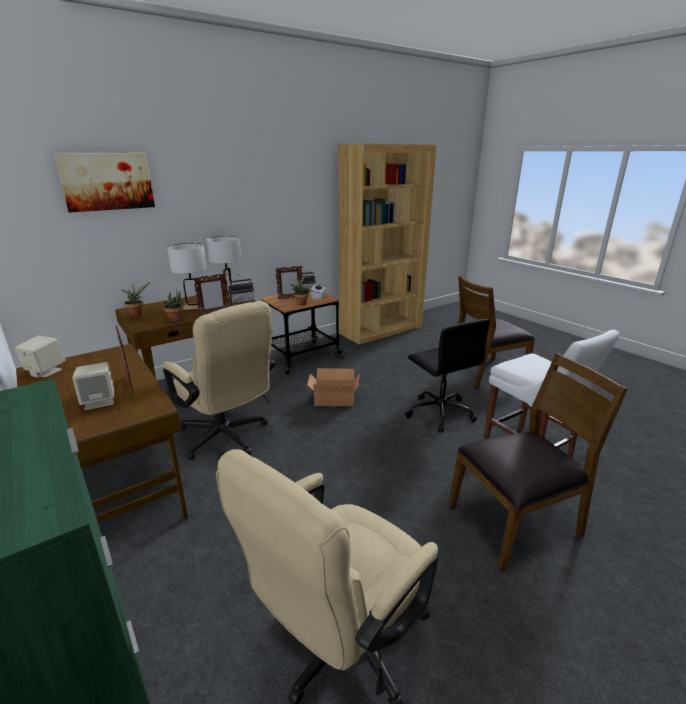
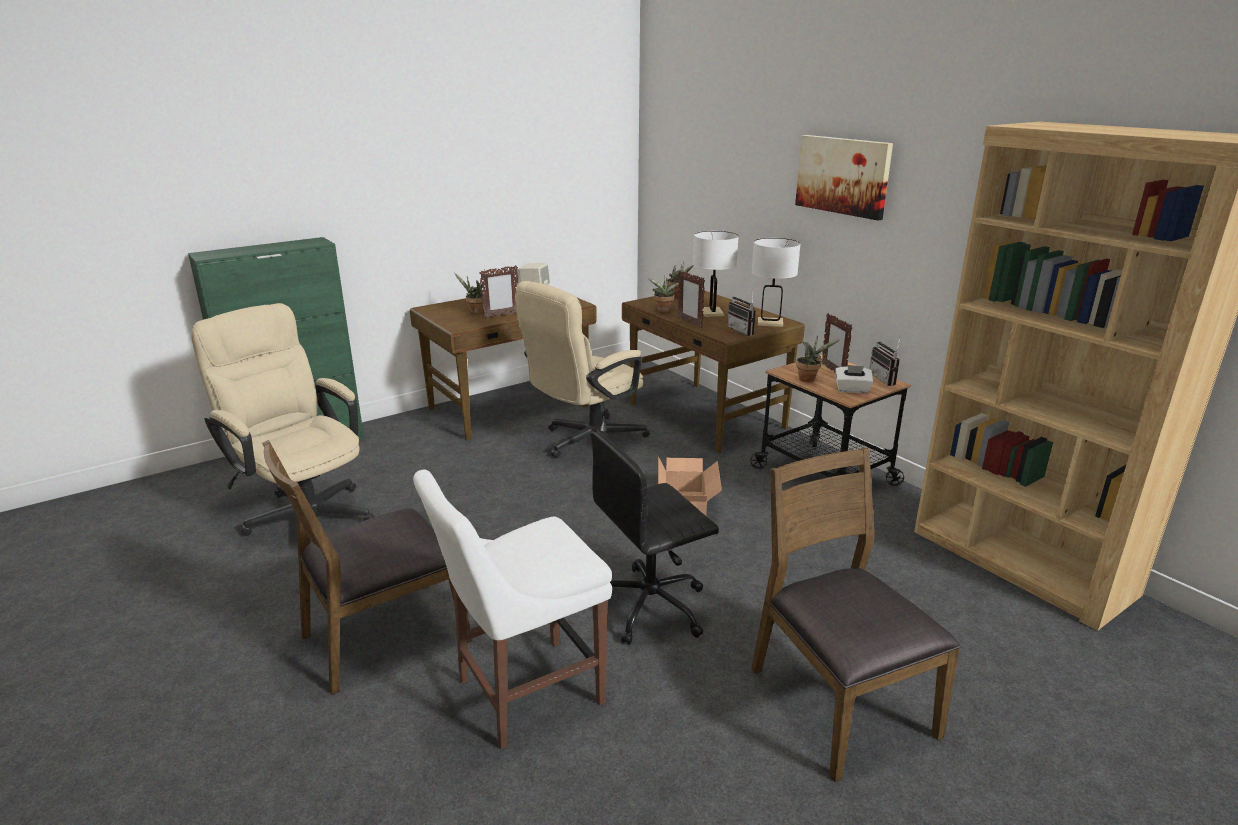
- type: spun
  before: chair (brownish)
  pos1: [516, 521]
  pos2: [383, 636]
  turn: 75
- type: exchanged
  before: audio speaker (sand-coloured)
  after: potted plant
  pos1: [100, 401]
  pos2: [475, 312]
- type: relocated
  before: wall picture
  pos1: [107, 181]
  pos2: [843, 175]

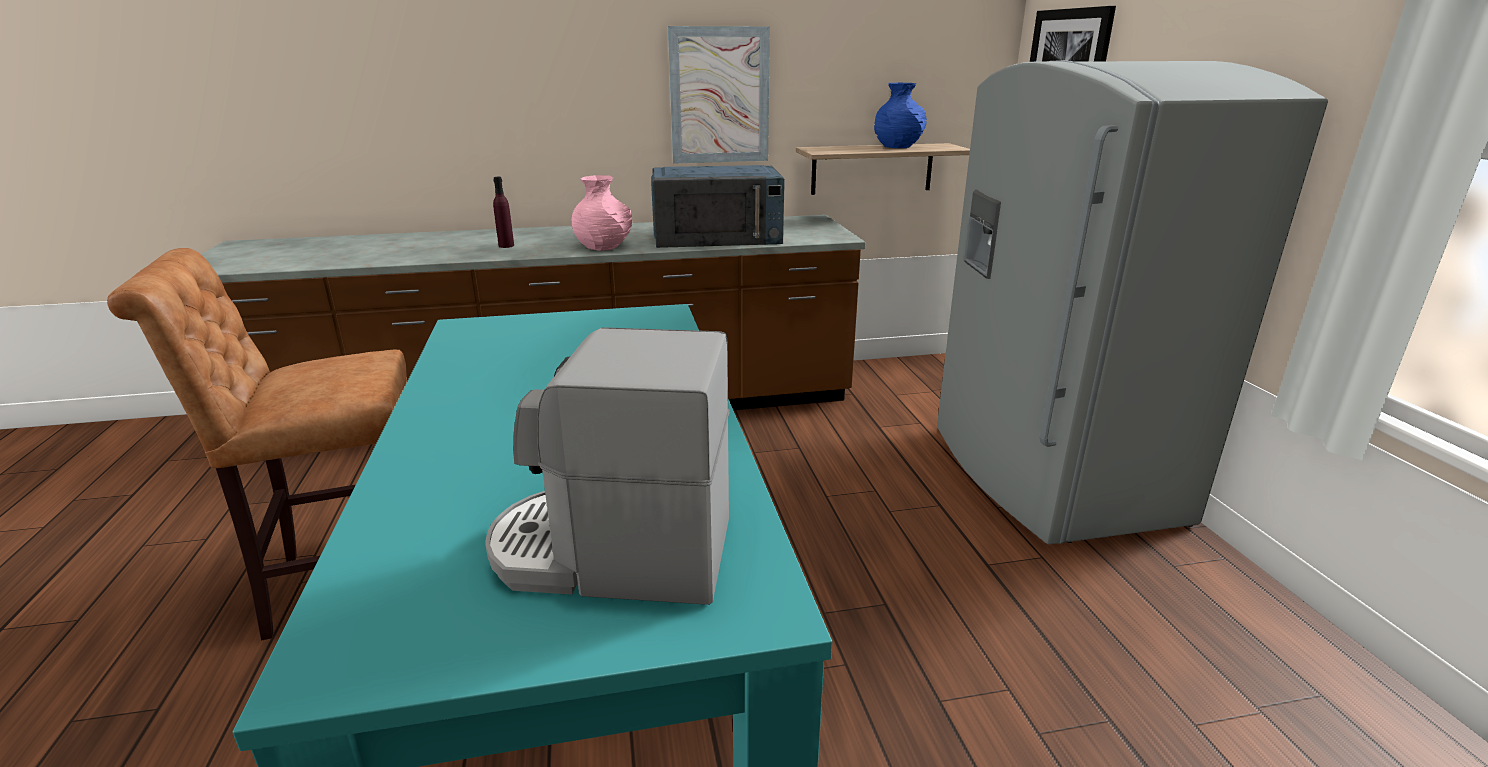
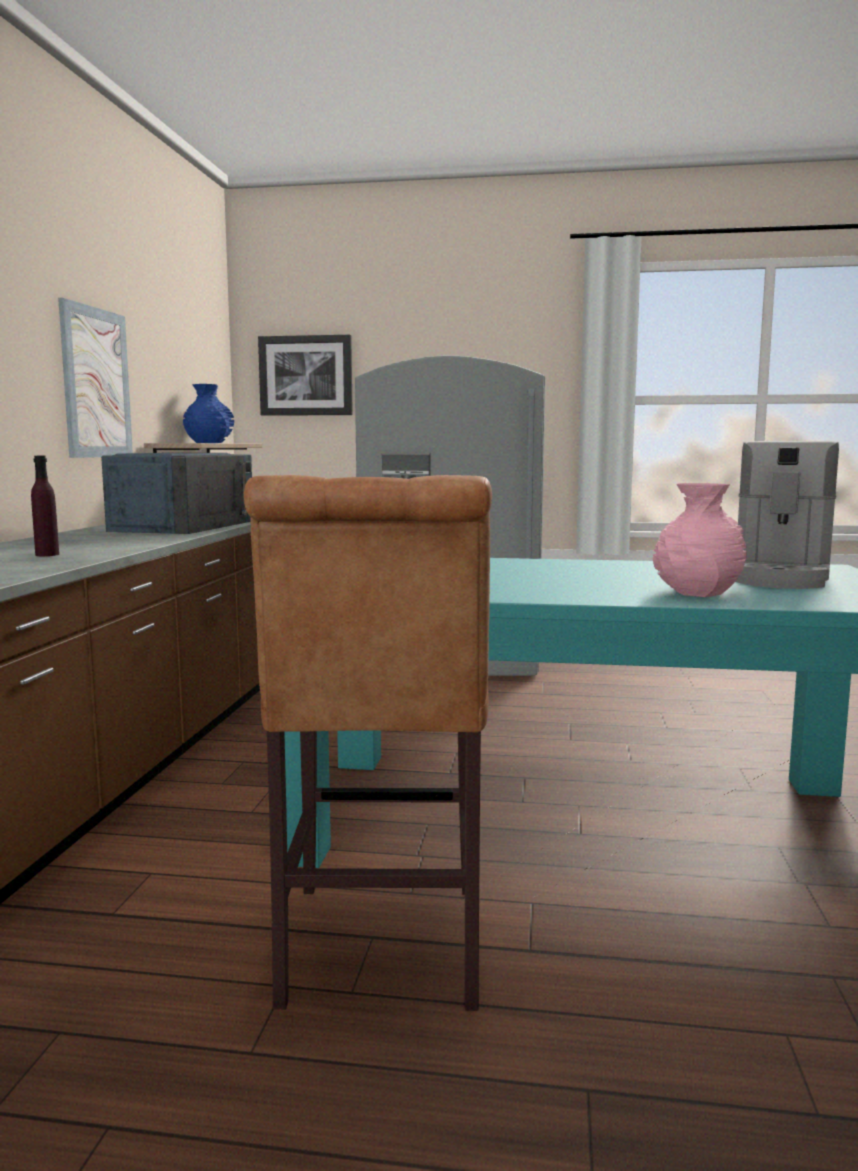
- type: relocated
  before: decorative vase (pinkish)
  pos1: [605, 247]
  pos2: [696, 592]

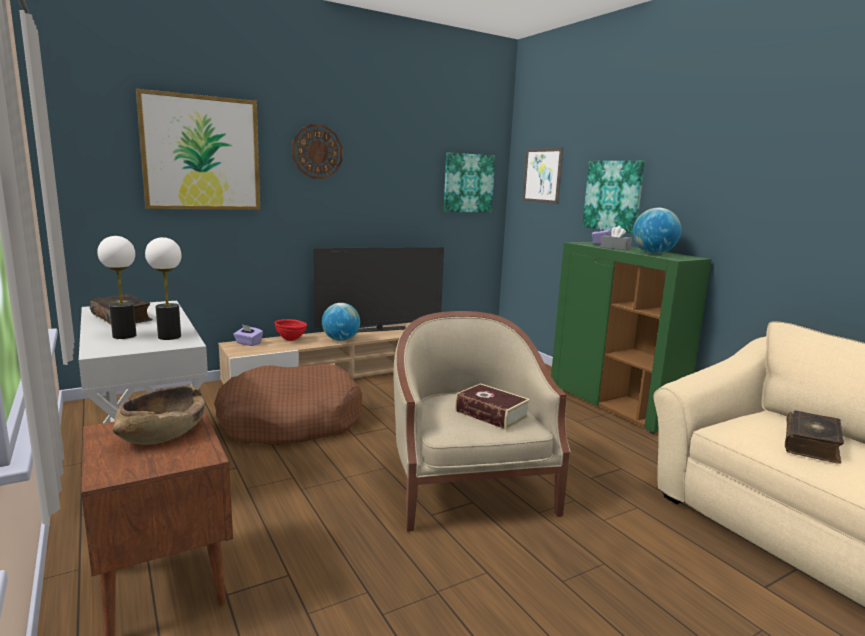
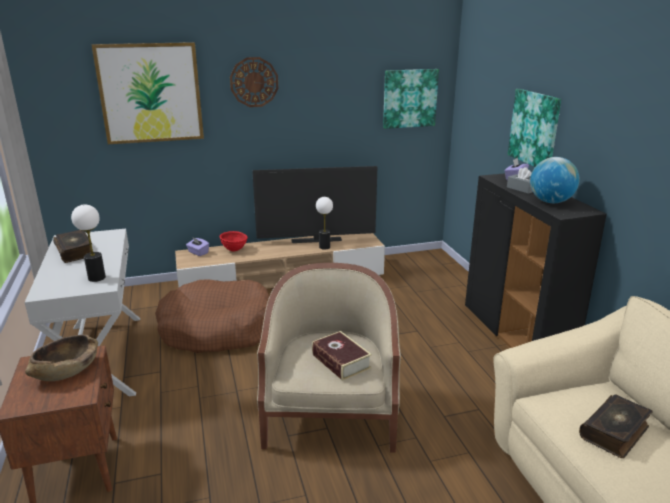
- type: relocated
  before: table lamp
  pos1: [124, 336]
  pos2: [324, 247]
- type: colour
  before: storage cabinet (green)
  after: storage cabinet (black-coloured)
  pos1: [614, 405]
  pos2: [516, 335]
- type: missing
  before: world globe
  pos1: [340, 340]
- type: missing
  before: wall picture
  pos1: [542, 175]

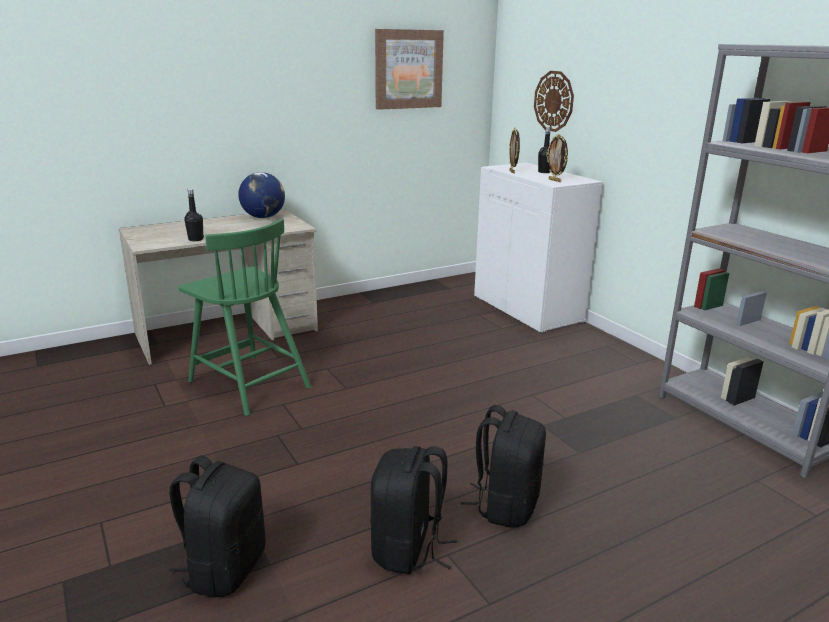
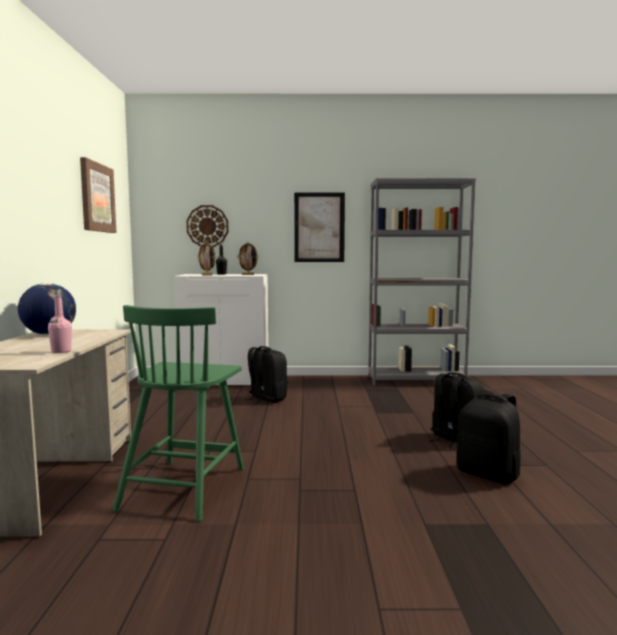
- type: colour
  before: beverage bottle (black-coloured)
  after: beverage bottle (pinkish)
  pos1: [195, 239]
  pos2: [61, 351]
- type: spun
  before: chair (green)
  pos1: [248, 383]
  pos2: [184, 487]
  turn: 120
- type: relocated
  before: backpack (black-coloured)
  pos1: [224, 568]
  pos2: [266, 399]
- type: appeared
  after: wall picture
  pos2: [319, 227]

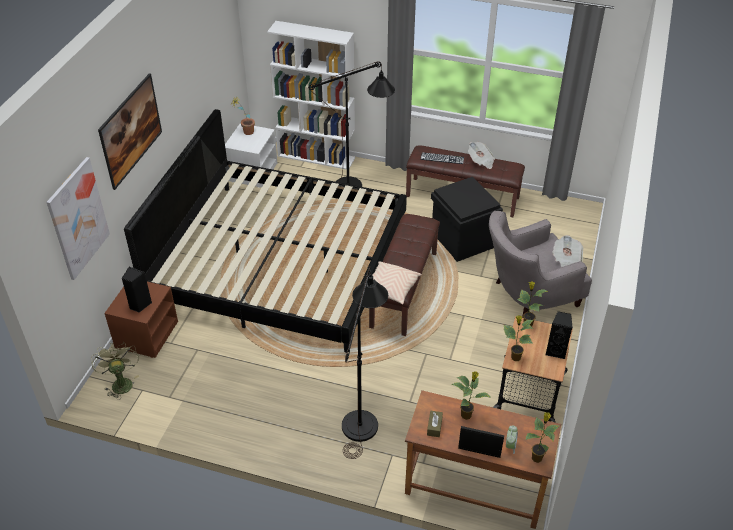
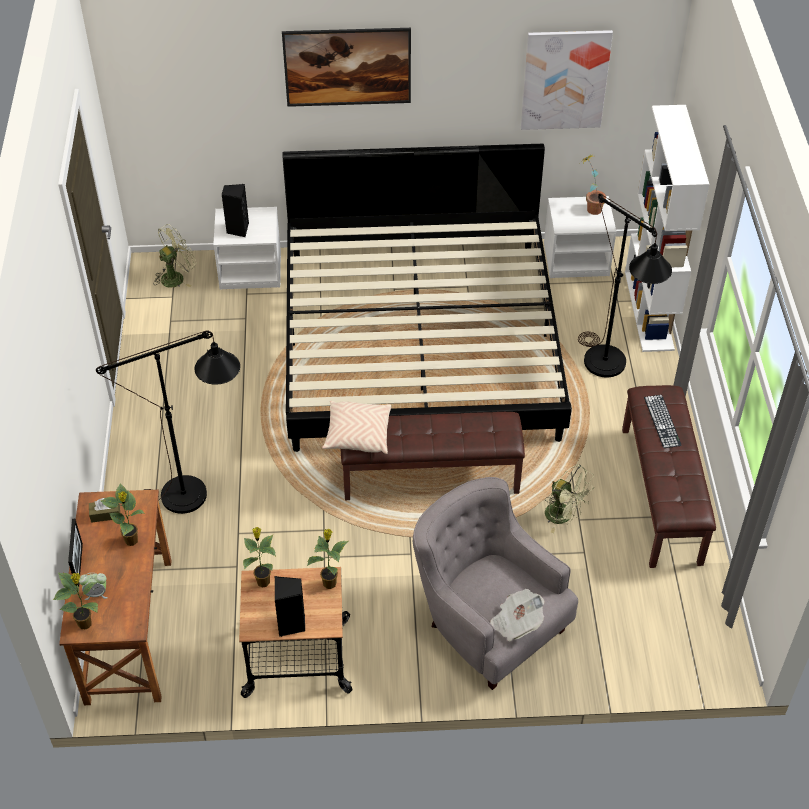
- type: colour
  before: bedside table (brownish)
  after: bedside table (white-coloured)
  pos1: [146, 334]
  pos2: [251, 270]
- type: relocated
  before: wall picture
  pos1: [78, 218]
  pos2: [565, 79]
- type: exchanged
  before: storage bin (black-coloured)
  after: electric fan (green)
  pos1: [462, 239]
  pos2: [564, 516]
- type: missing
  before: newspaper
  pos1: [481, 161]

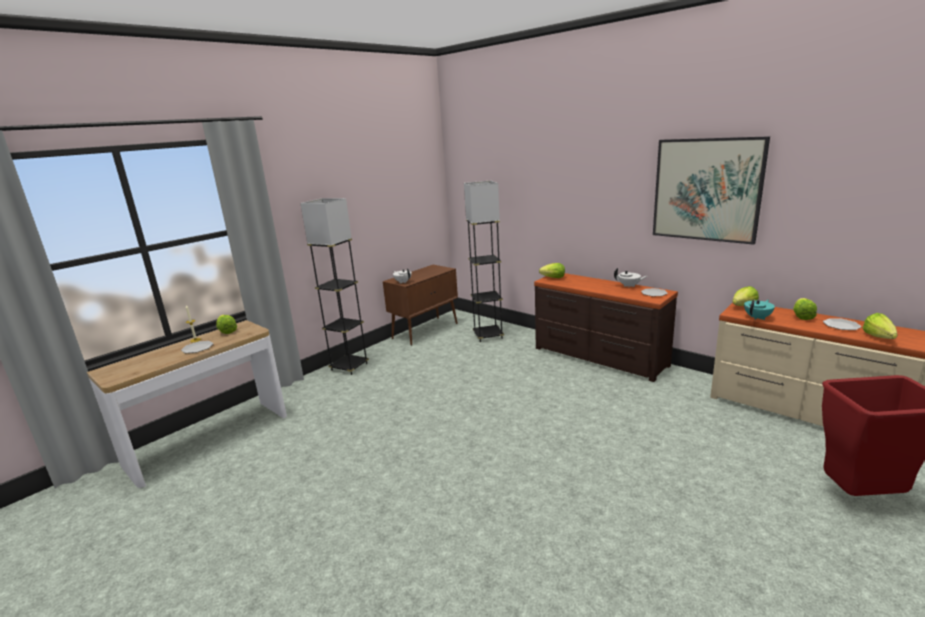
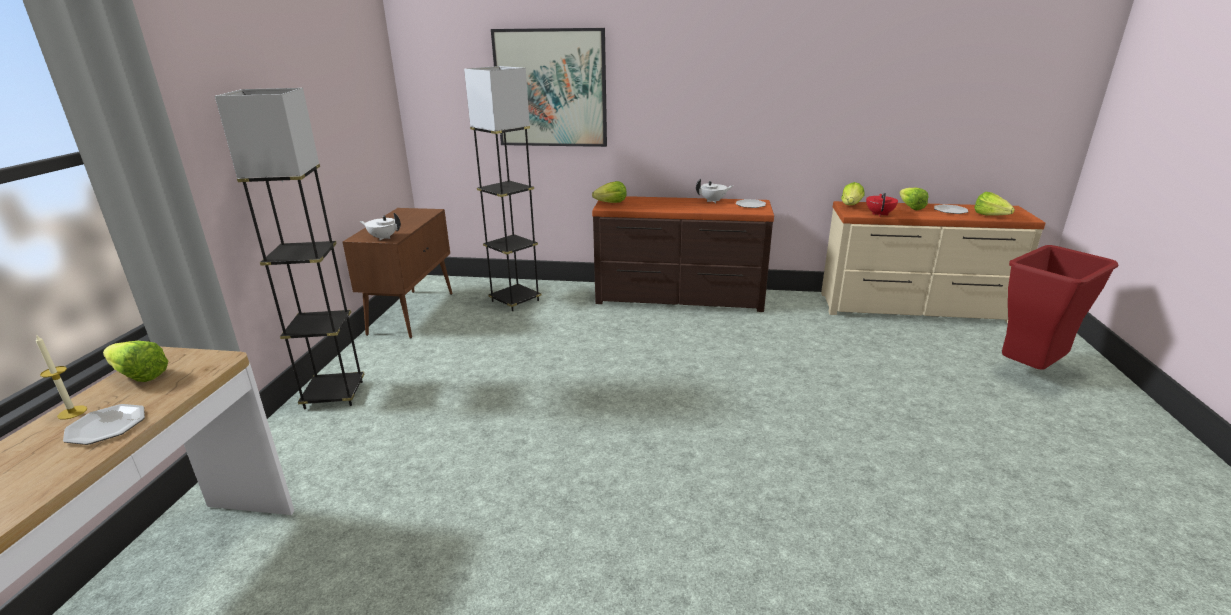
- type: relocated
  before: wall picture
  pos1: [706, 189]
  pos2: [551, 88]
- type: colour
  before: pot for tea (turquoise)
  after: pot for tea (red)
  pos1: [757, 317]
  pos2: [879, 214]

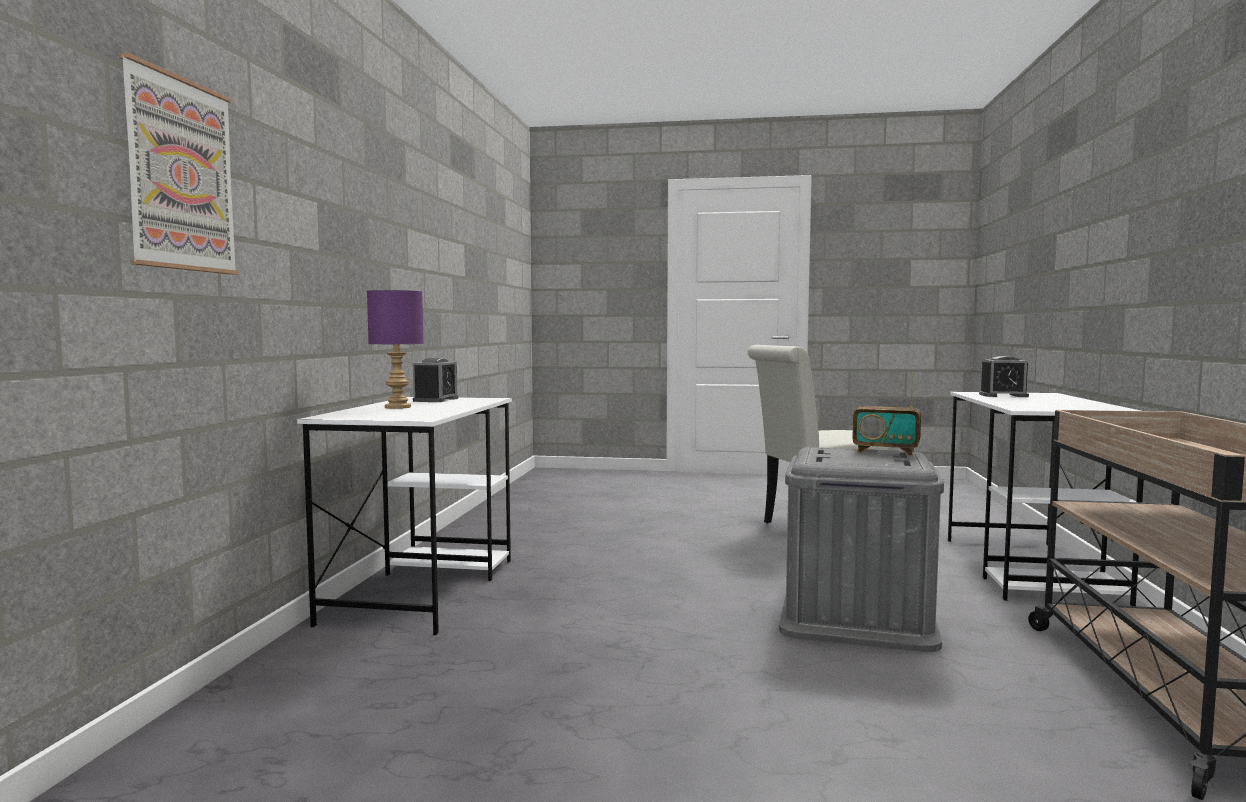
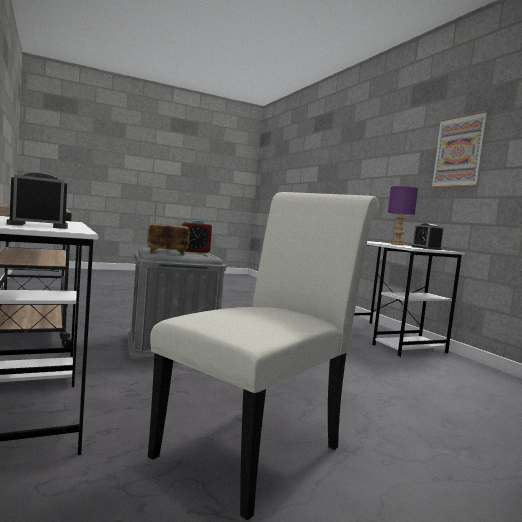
- type: appeared
  after: table clock
  pos2: [194, 251]
- type: relocated
  before: wall picture
  pos1: [180, 175]
  pos2: [459, 152]

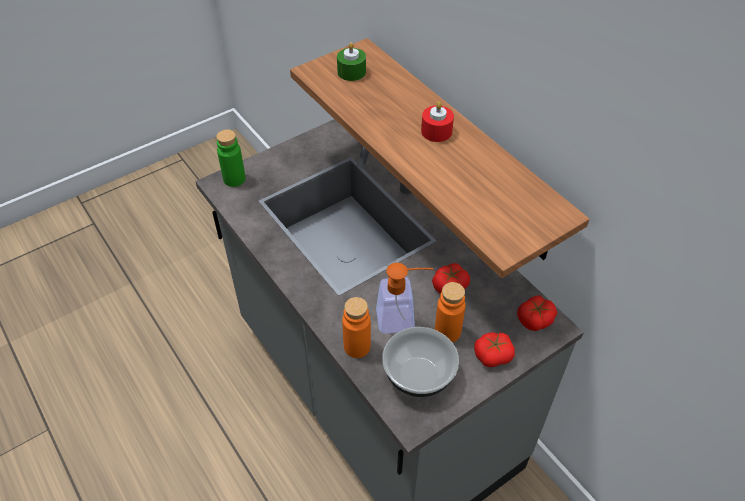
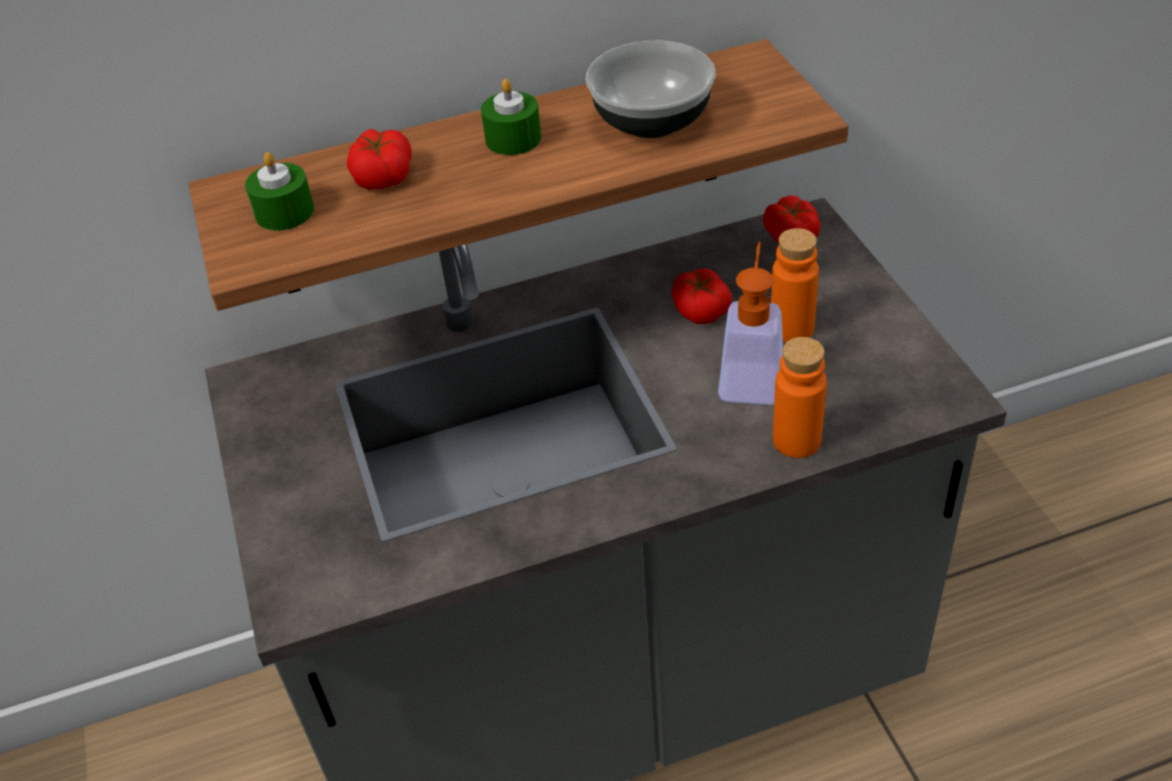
- type: relocated
  before: fresh tomato
  pos1: [492, 355]
  pos2: [383, 176]
- type: colour
  before: wax light (red)
  after: wax light (green)
  pos1: [436, 131]
  pos2: [513, 138]
- type: relocated
  before: deep dish
  pos1: [419, 376]
  pos2: [653, 121]
- type: missing
  before: beverage bottle (green)
  pos1: [234, 179]

